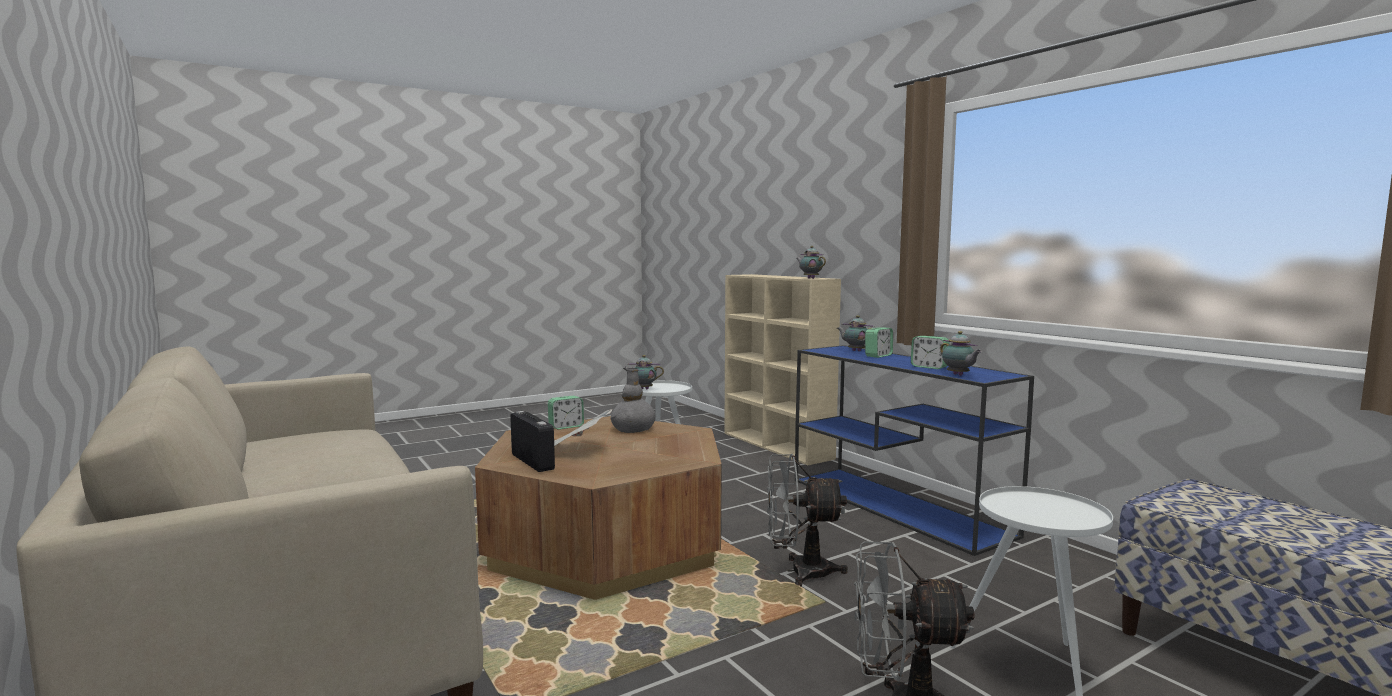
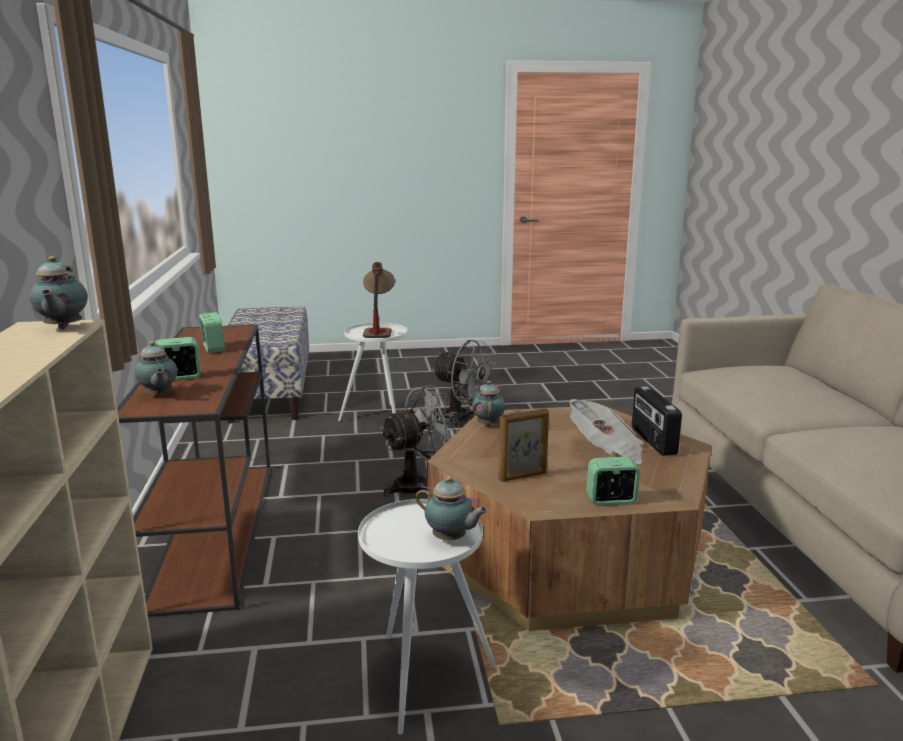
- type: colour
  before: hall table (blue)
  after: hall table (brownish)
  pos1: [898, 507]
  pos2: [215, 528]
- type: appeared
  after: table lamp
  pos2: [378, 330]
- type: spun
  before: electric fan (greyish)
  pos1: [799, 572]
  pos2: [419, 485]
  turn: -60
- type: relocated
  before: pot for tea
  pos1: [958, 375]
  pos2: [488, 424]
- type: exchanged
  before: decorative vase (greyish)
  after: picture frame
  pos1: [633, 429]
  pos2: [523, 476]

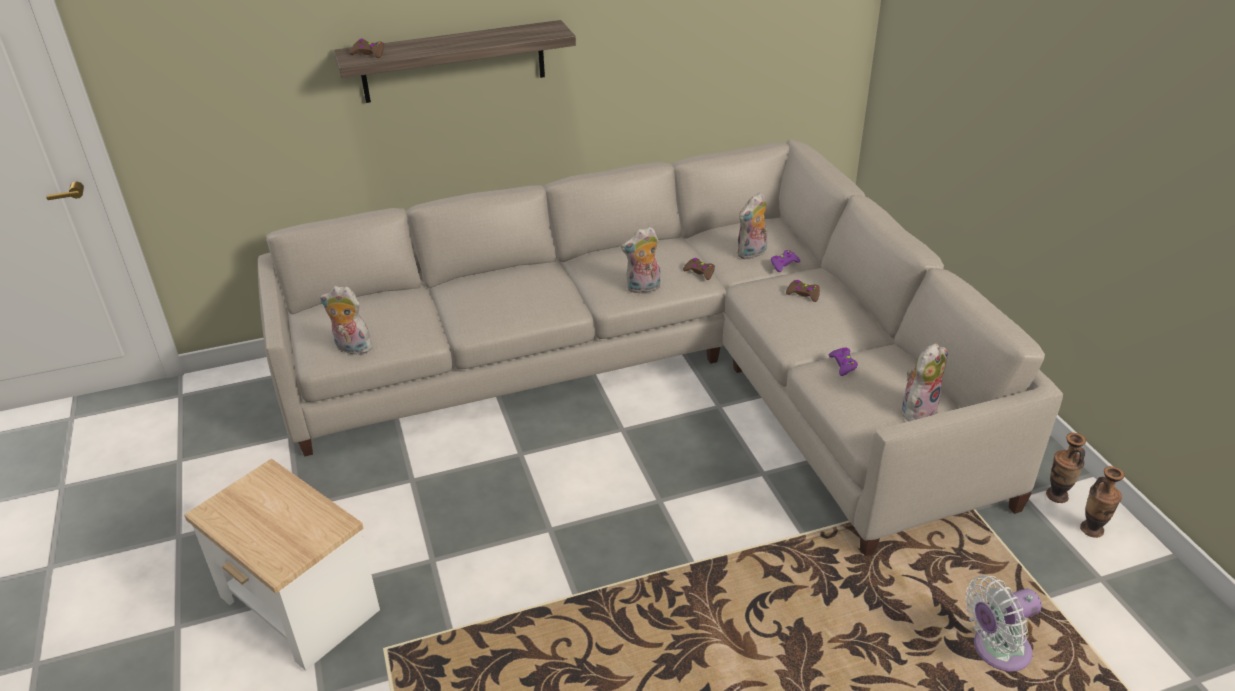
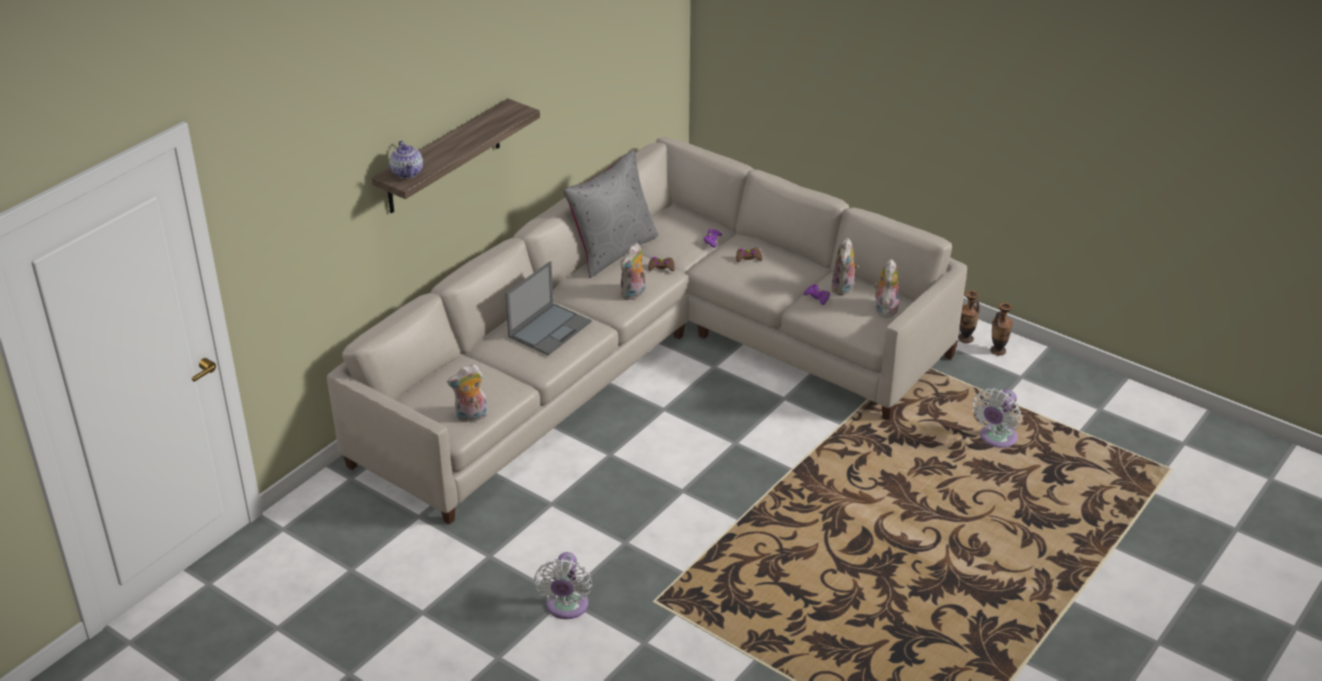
- type: exchanged
  before: joypad (brownish)
  after: pot for tea
  pos1: [369, 53]
  pos2: [407, 172]
- type: appeared
  after: notebook computer
  pos2: [550, 329]
- type: exchanged
  before: end table
  after: electric fan (white-coloured)
  pos1: [298, 605]
  pos2: [566, 607]
- type: appeared
  after: cushion (greyish)
  pos2: [613, 251]
- type: relocated
  before: soft toy
  pos1: [752, 254]
  pos2: [844, 288]

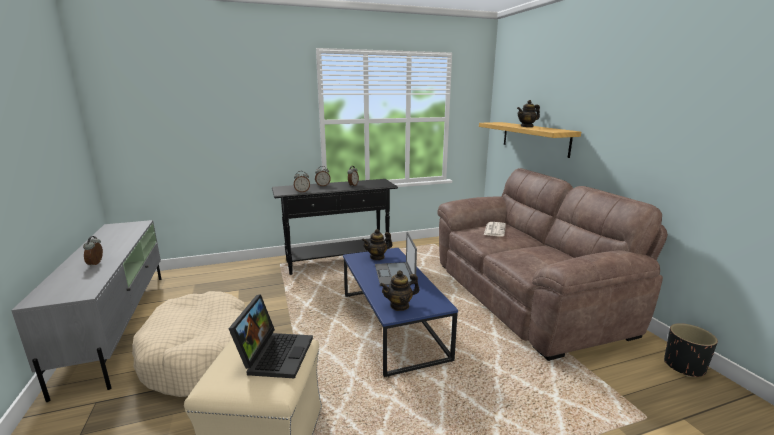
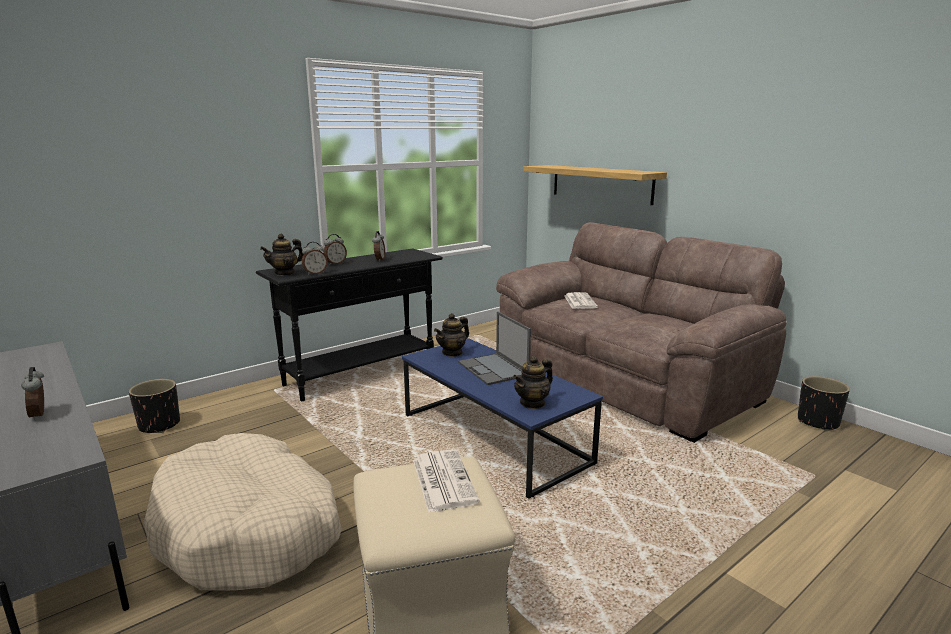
- type: appeared
  after: planter (black-coloured)
  pos2: [159, 425]
- type: relocated
  before: pot for tea
  pos1: [527, 126]
  pos2: [285, 273]
- type: exchanged
  before: notebook computer
  after: newspaper
  pos1: [275, 354]
  pos2: [442, 480]

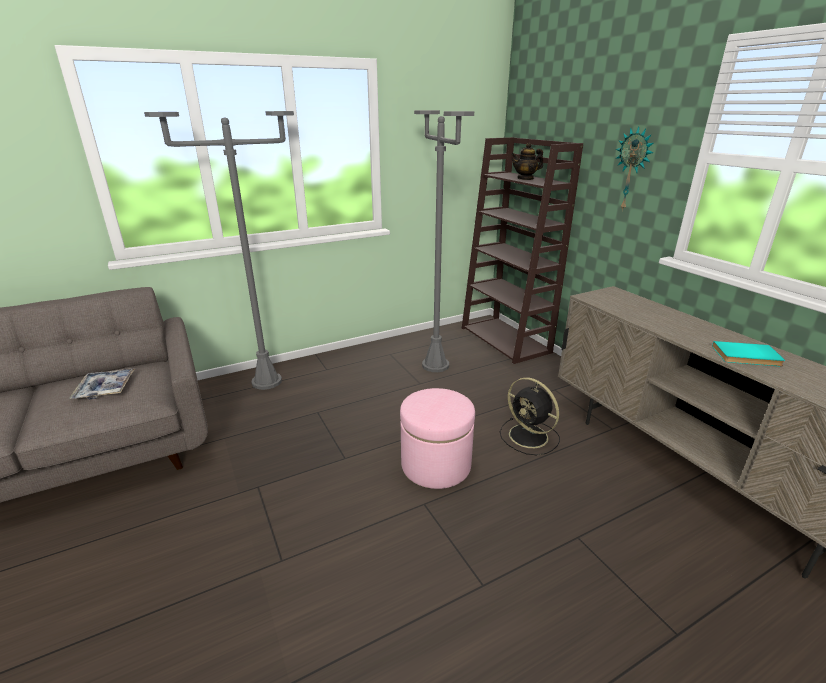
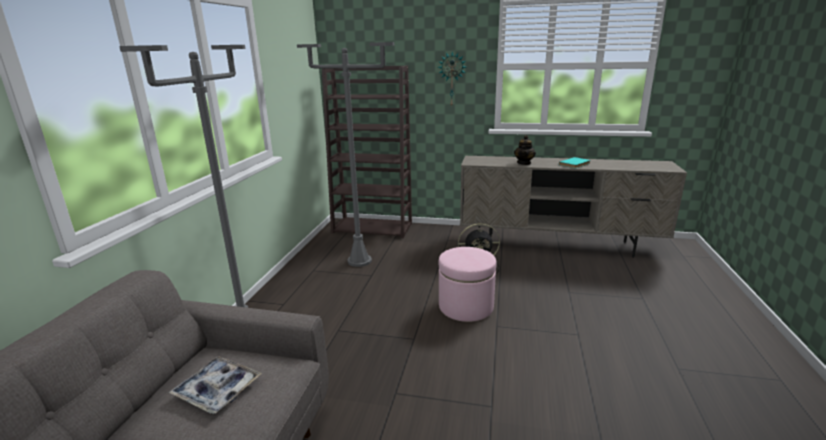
- type: relocated
  before: pot for tea
  pos1: [525, 178]
  pos2: [524, 163]

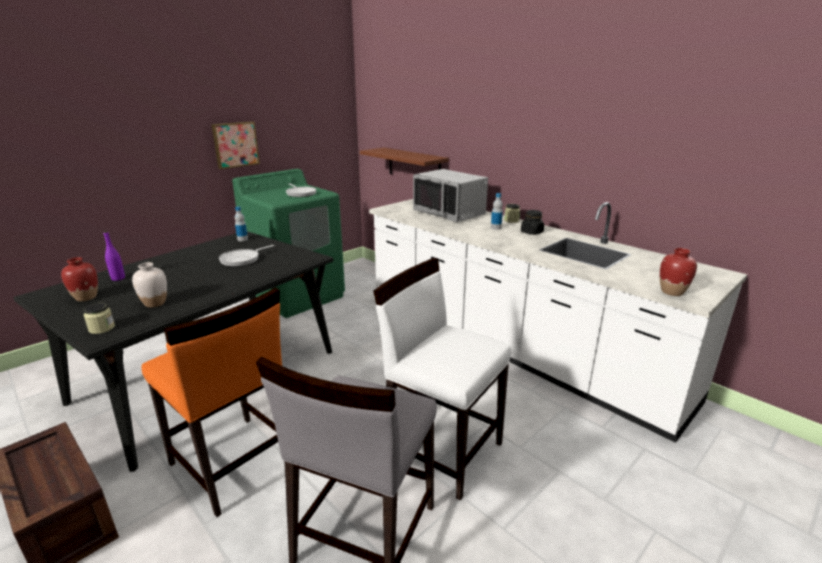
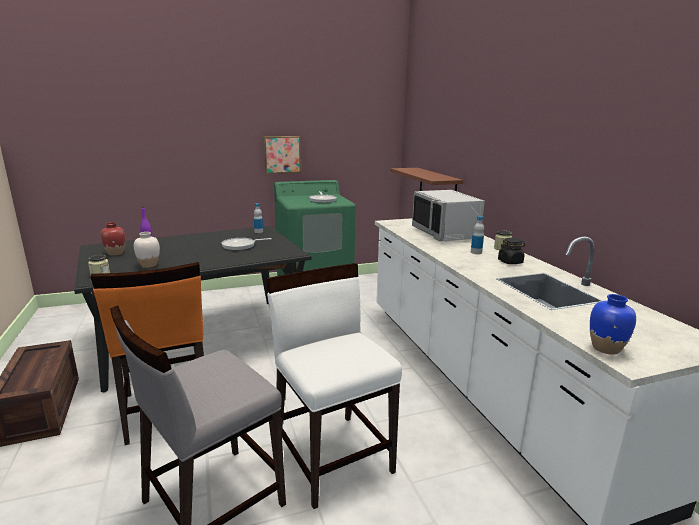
- type: colour
  before: decorative vase (red)
  after: decorative vase (blue)
  pos1: [672, 292]
  pos2: [605, 348]

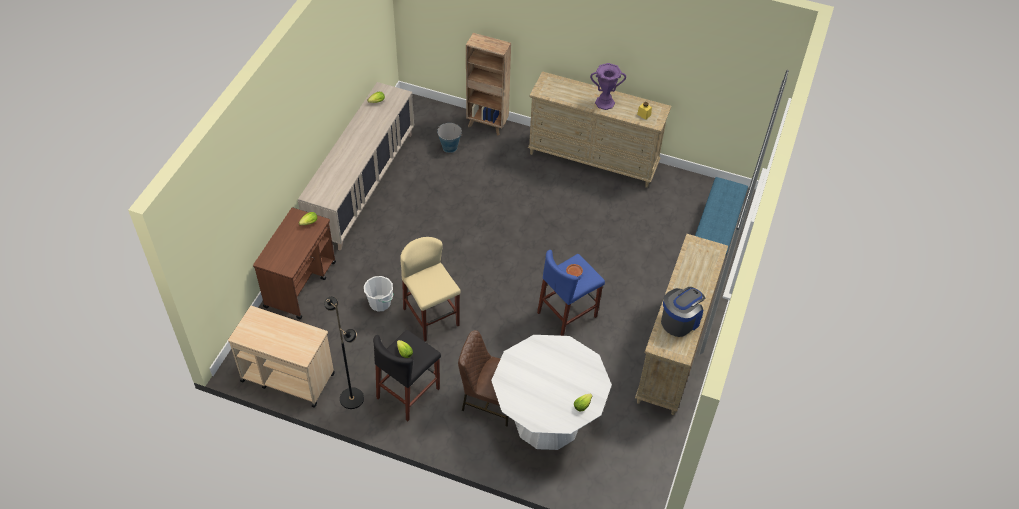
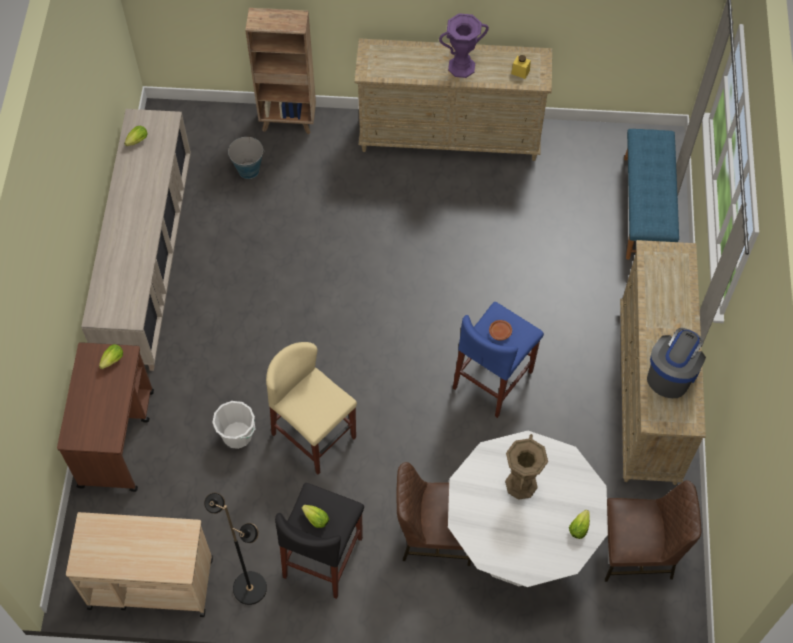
- type: appeared
  after: decorative vase (brownish)
  pos2: [521, 484]
- type: appeared
  after: chair (brownish)
  pos2: [638, 552]

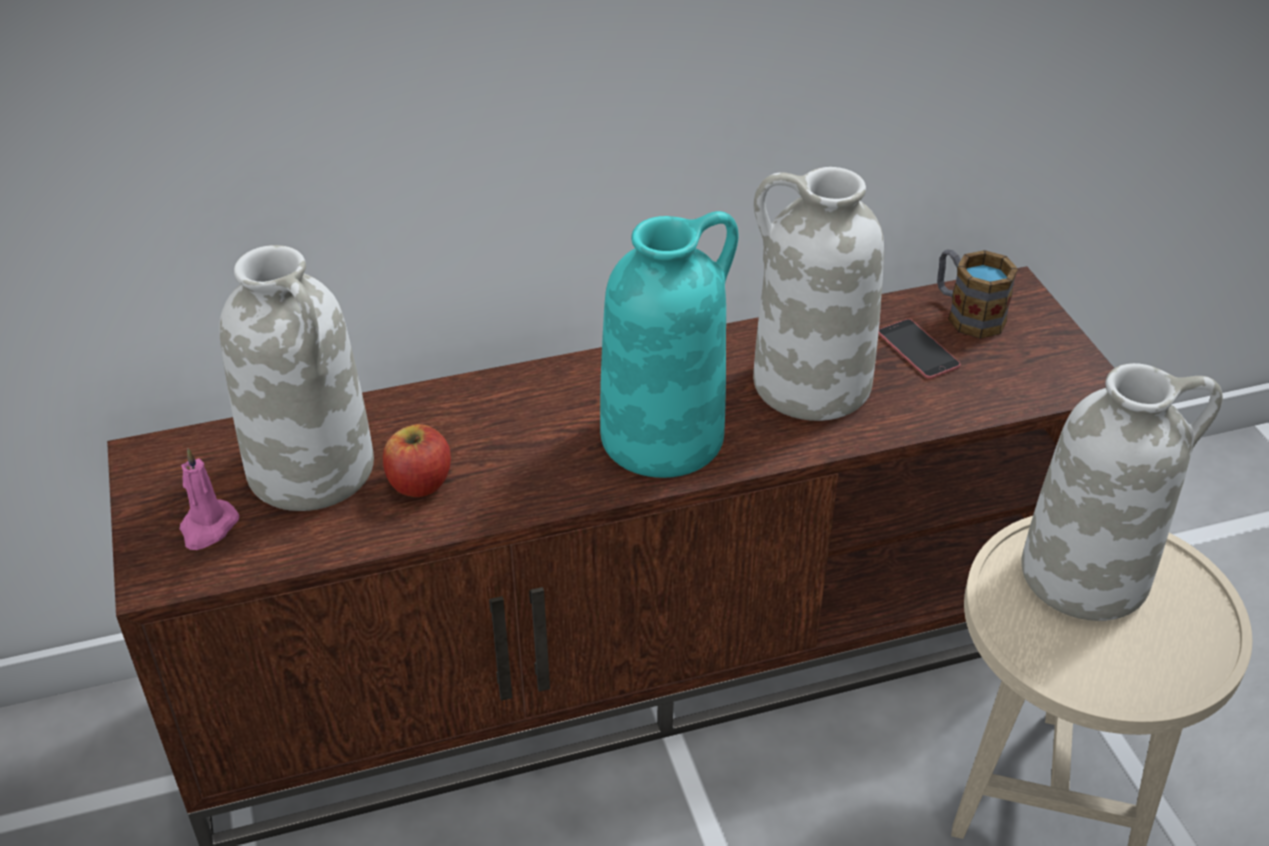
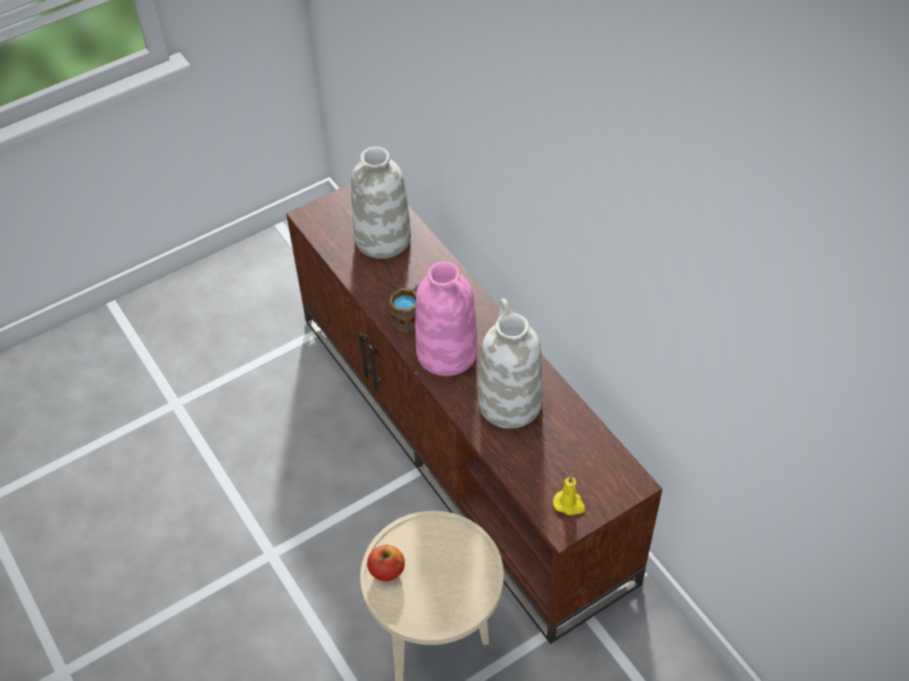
- type: relocated
  before: whole apple
  pos1: [419, 483]
  pos2: [387, 570]
- type: relocated
  before: tea mug
  pos1: [966, 314]
  pos2: [410, 317]
- type: colour
  before: decorative vase (turquoise)
  after: decorative vase (pinkish)
  pos1: [663, 435]
  pos2: [448, 353]
- type: appeared
  after: wax light (yellowish)
  pos2: [569, 504]
- type: missing
  before: wax light (pinkish)
  pos1: [208, 527]
- type: missing
  before: phone
  pos1: [918, 349]
- type: missing
  before: decorative vase (white-coloured)
  pos1: [1086, 573]

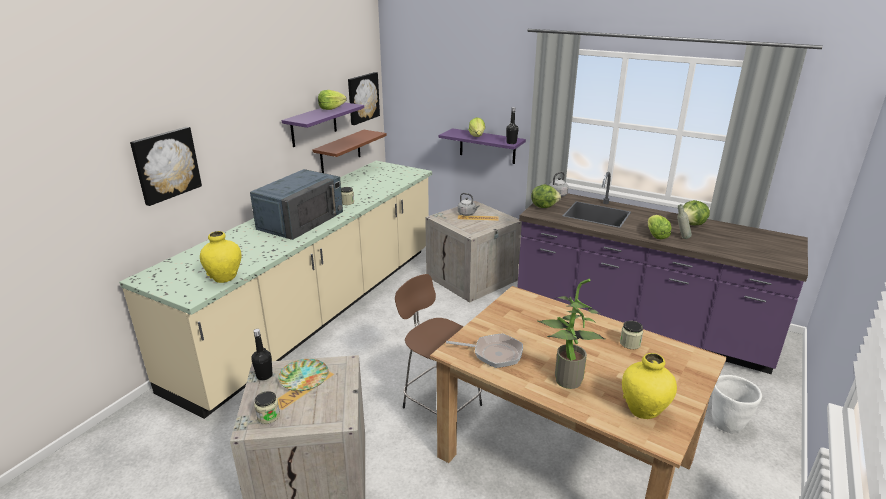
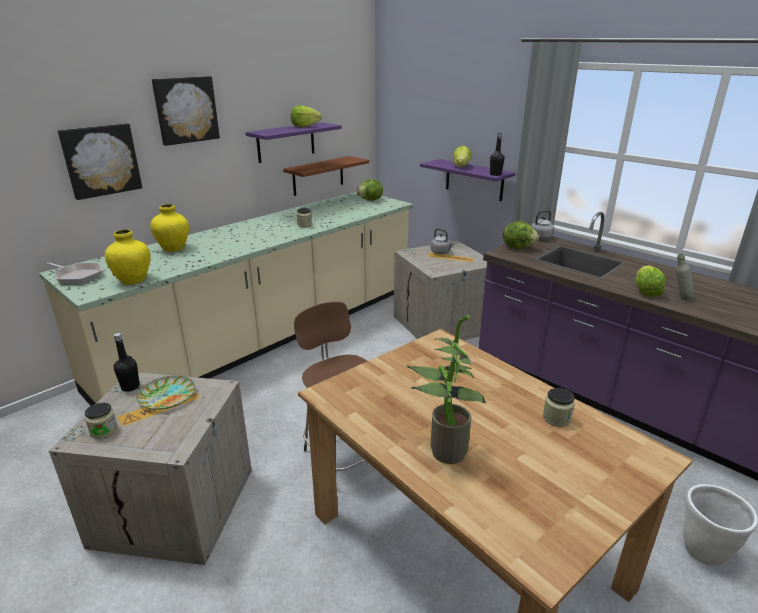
- type: relocated
  before: skillet
  pos1: [494, 353]
  pos2: [77, 276]
- type: relocated
  before: decorative vase (yellowish)
  pos1: [643, 410]
  pos2: [174, 249]
- type: relocated
  before: wall picture
  pos1: [362, 98]
  pos2: [186, 110]
- type: relocated
  before: lettuce
  pos1: [692, 224]
  pos2: [370, 200]
- type: missing
  before: microwave oven (blue)
  pos1: [301, 220]

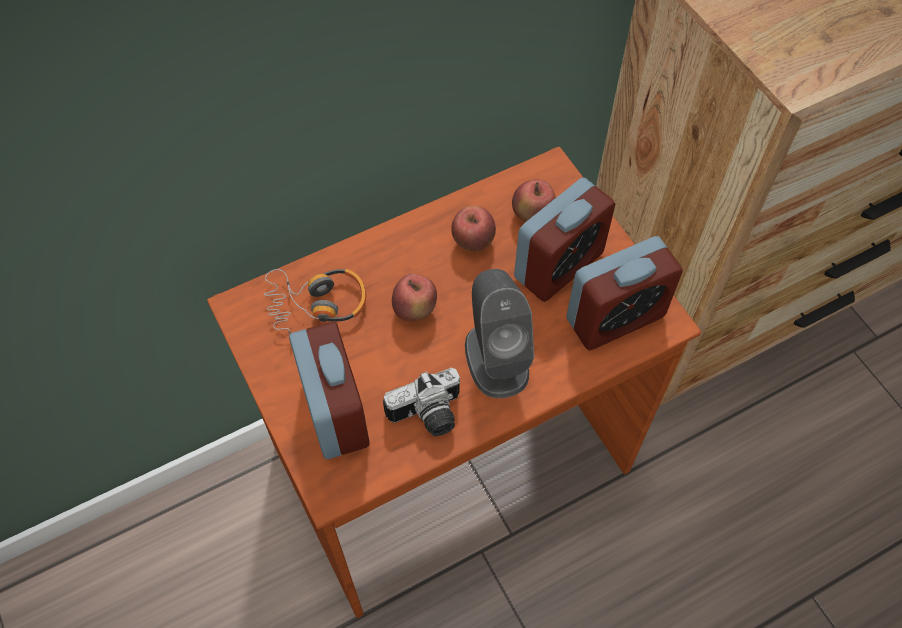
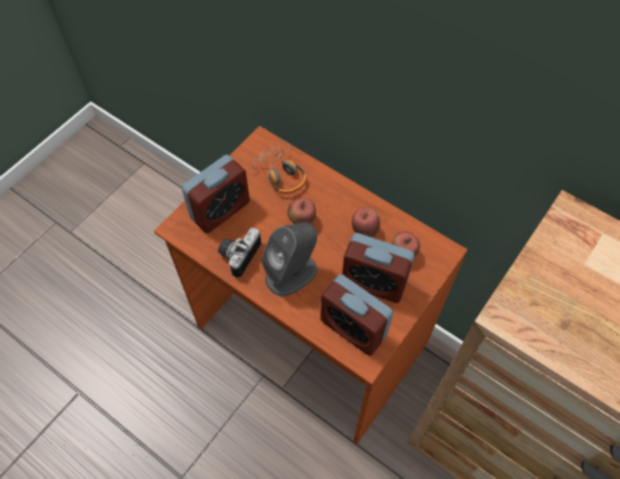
- type: spun
  before: photo camera
  pos1: [428, 416]
  pos2: [238, 254]
  turn: 75

